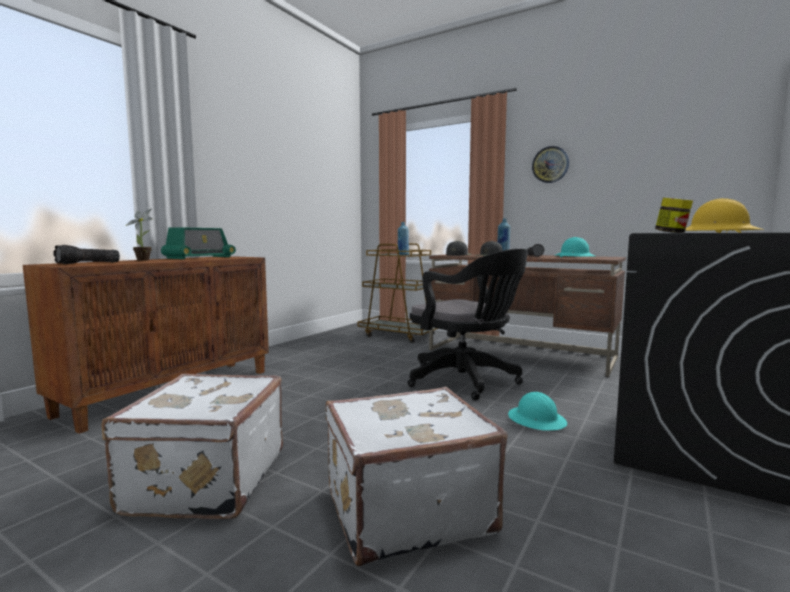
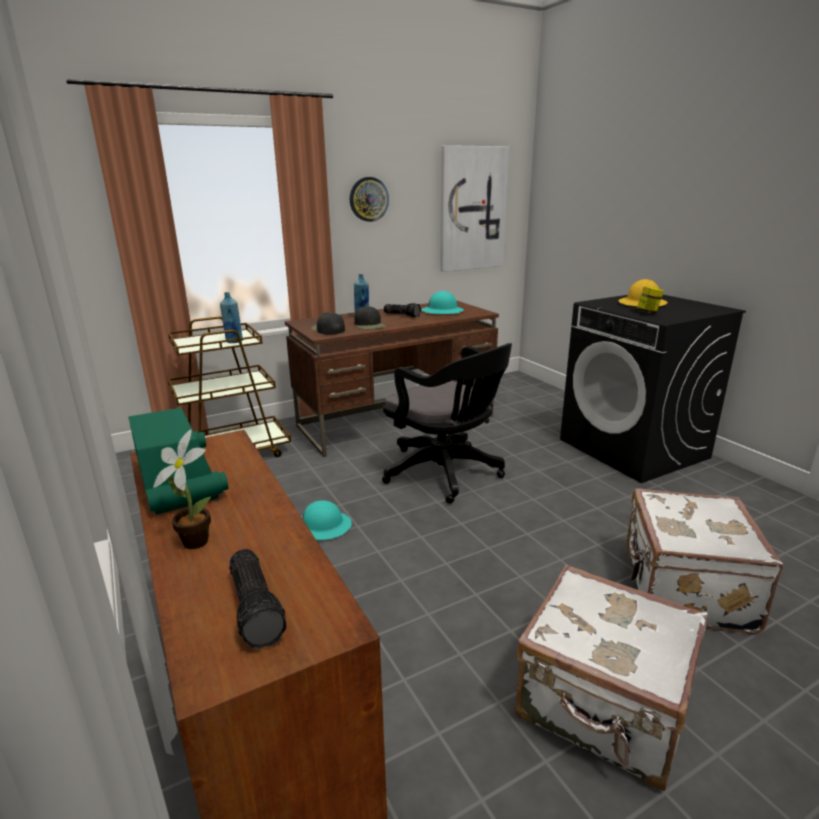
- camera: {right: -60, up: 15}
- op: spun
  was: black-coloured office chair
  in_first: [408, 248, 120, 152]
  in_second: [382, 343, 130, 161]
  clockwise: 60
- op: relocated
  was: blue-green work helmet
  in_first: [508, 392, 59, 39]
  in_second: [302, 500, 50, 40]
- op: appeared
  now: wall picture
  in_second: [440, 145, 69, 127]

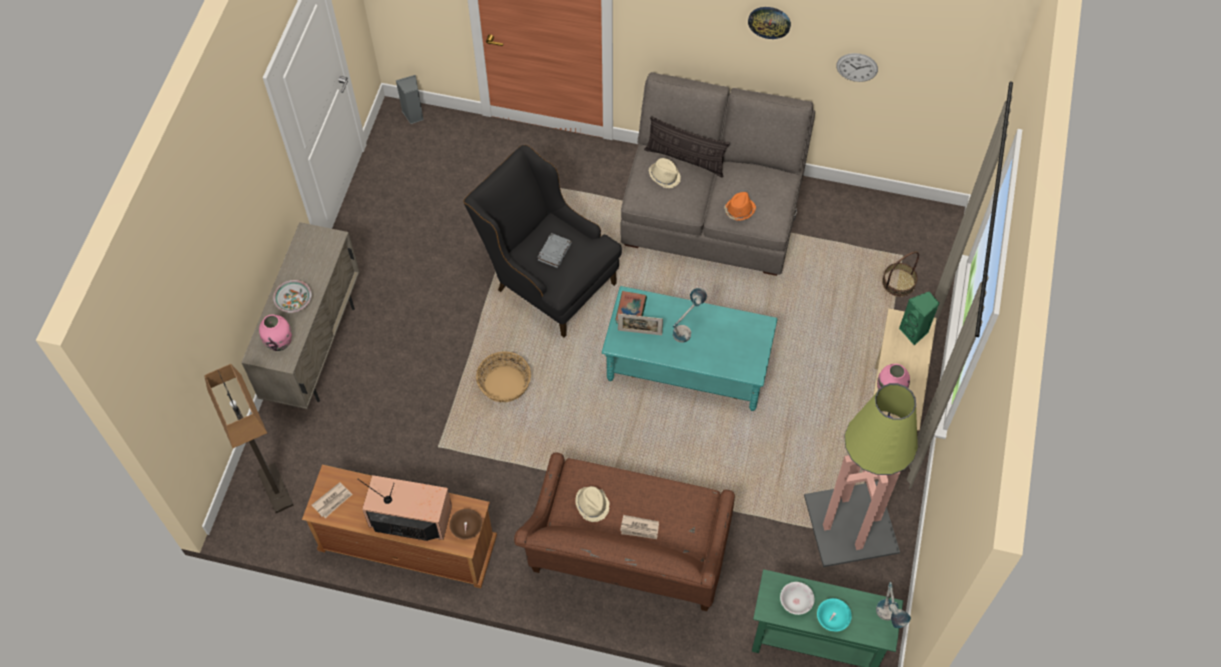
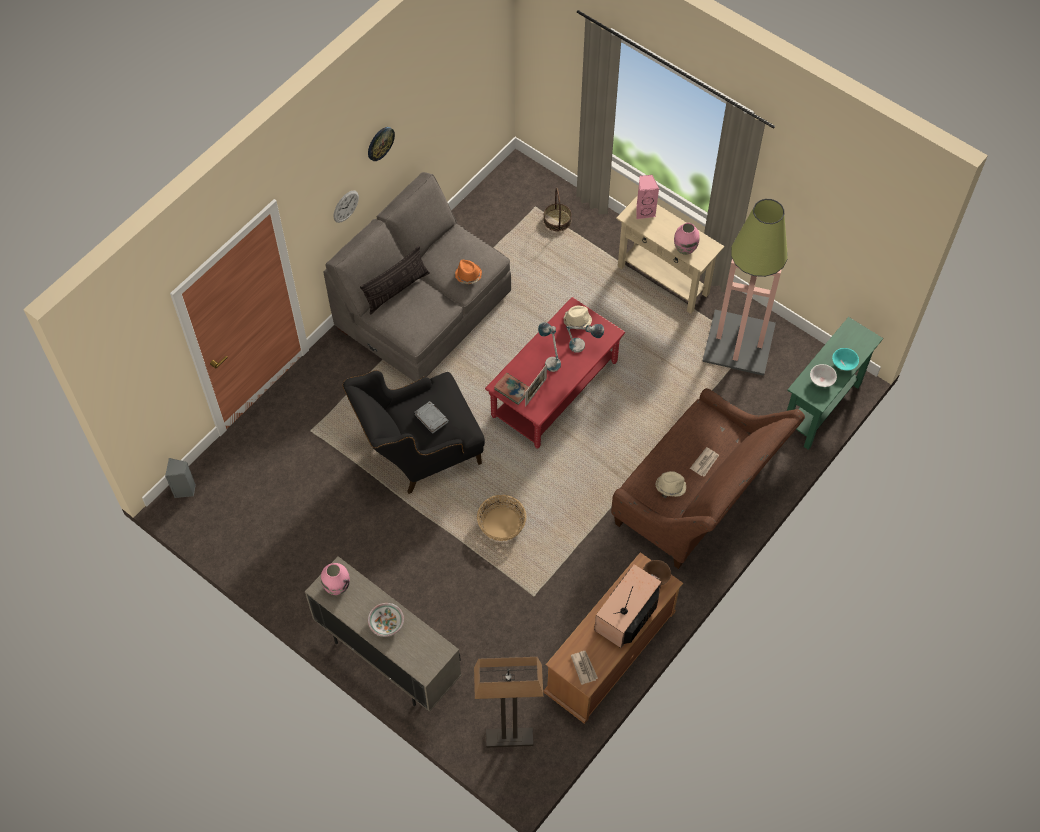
- camera: {right: -65, up: 0}
- op: relocated
  was: pinkish flower vase
  in_first: [259, 314, 33, 37]
  in_second: [321, 563, 29, 32]
- op: colour
  was: blue-green low table
  now: red low table
  in_first: [602, 286, 176, 125]
  in_second: [485, 297, 140, 151]
- op: relocated
  was: beige hat
  in_first: [649, 158, 32, 30]
  in_second: [563, 306, 29, 21]
- op: relocated
  was: clock on the wall
  in_first: [836, 53, 42, 29]
  in_second: [334, 190, 25, 33]
- op: relocated
  was: lamp for a table
  in_first: [876, 582, 35, 46]
  in_second: [566, 324, 38, 29]
- op: colour
  was: green speaker
  now: pinkish speaker
  in_first: [899, 292, 40, 54]
  in_second: [637, 175, 22, 44]

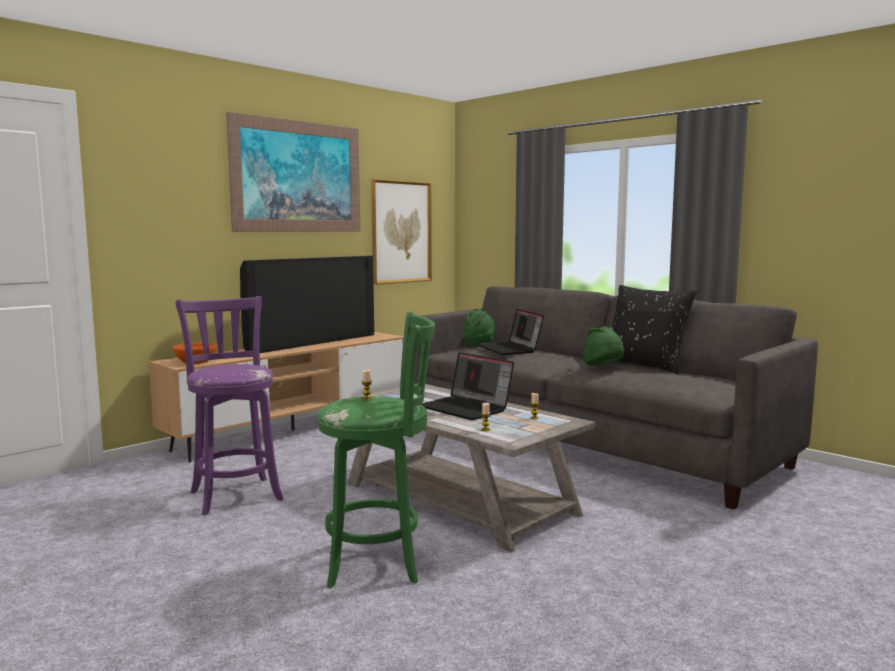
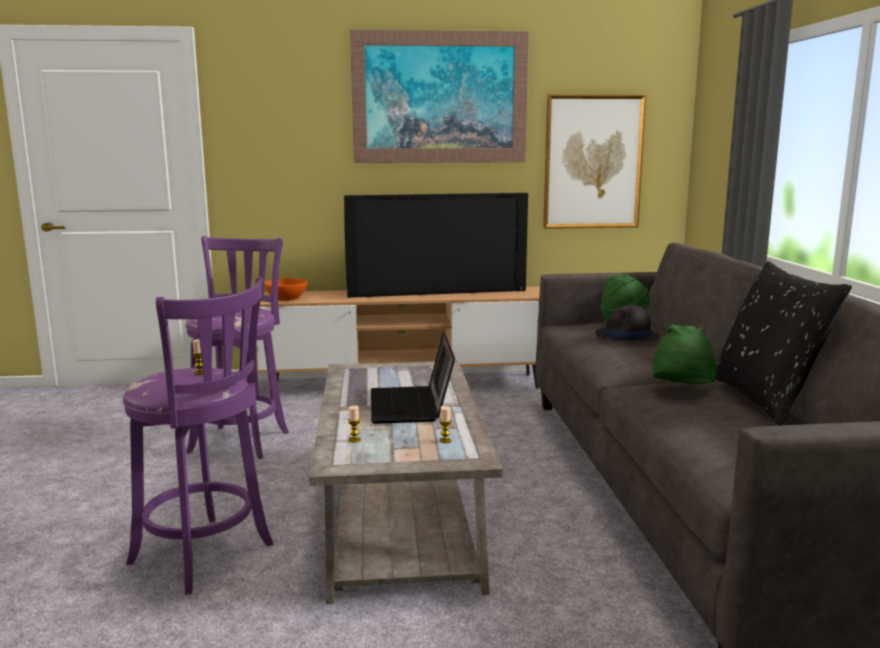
- camera: {right: 40, up: 5}
- op: colour
  was: green sitting stool
  now: purplish sitting stool
  in_first: [317, 312, 118, 276]
  in_second: [123, 277, 150, 318]
- op: exchanged
  was: laptop
  now: black-coloured hat
  in_first: [478, 309, 66, 46]
  in_second: [595, 305, 65, 37]

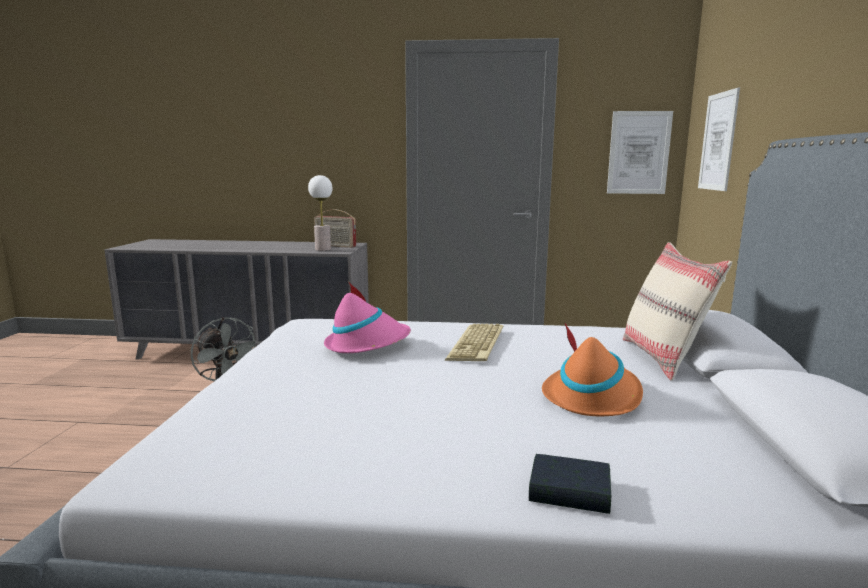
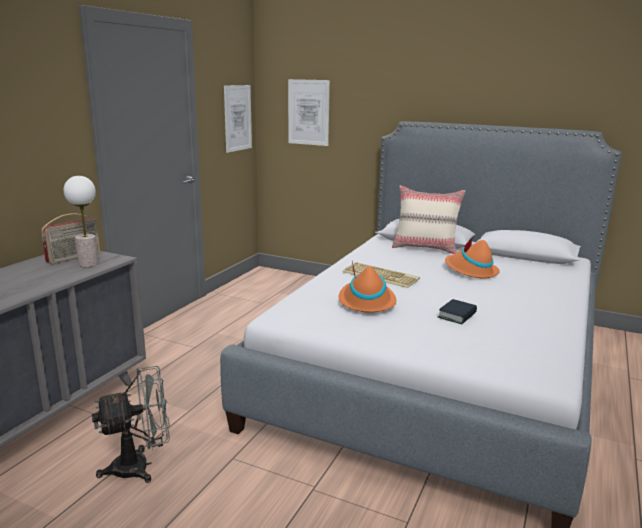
- camera: {right: -70, up: 5}
- op: colour
  was: pinkish hat
  now: orange hat
  in_first: [324, 283, 87, 70]
  in_second: [339, 261, 57, 52]
- op: relocated
  was: volume
  in_first: [529, 454, 82, 60]
  in_second: [438, 299, 39, 25]

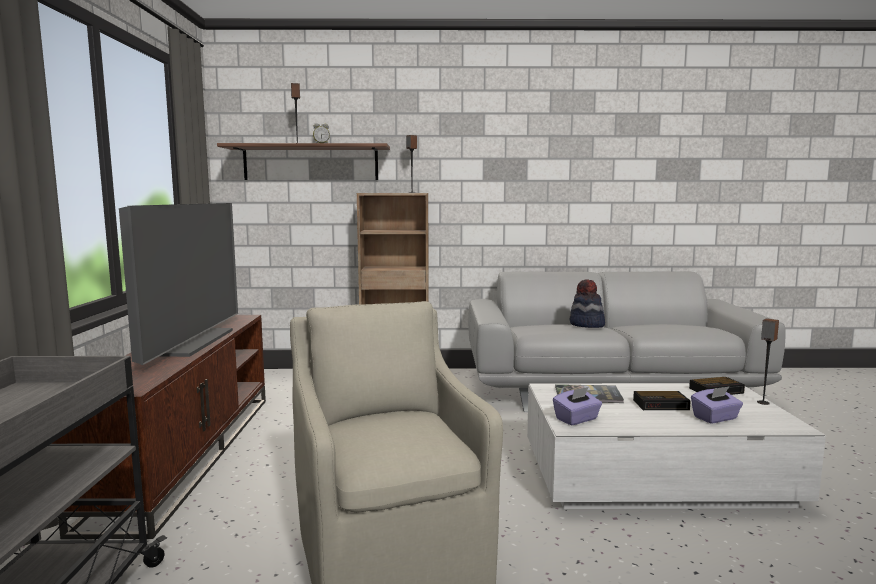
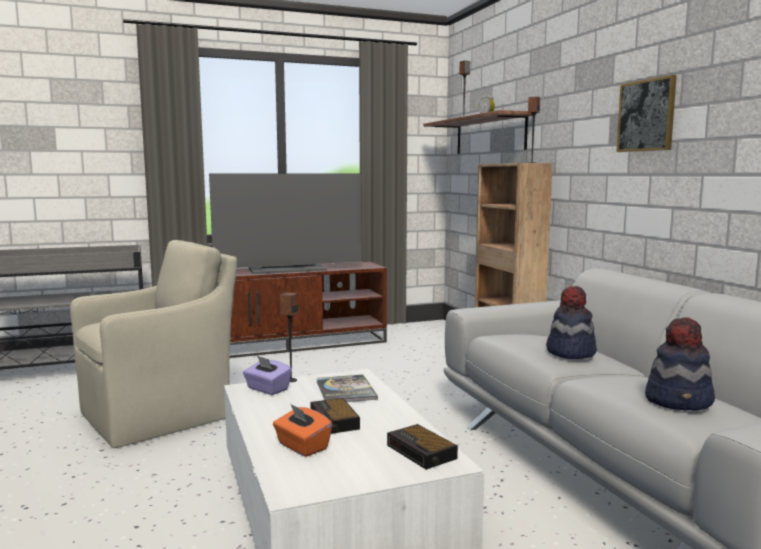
- camera: {right: 70, up: 0}
- op: colour
  was: purplish tissue box
  now: orange tissue box
  in_first: [691, 386, 52, 38]
  in_second: [273, 403, 59, 54]
- op: relocated
  was: speaker
  in_first: [757, 318, 22, 87]
  in_second: [280, 292, 18, 90]
- op: appeared
  now: wall picture
  in_second: [616, 75, 61, 77]
- op: appeared
  now: hat
  in_second: [645, 317, 70, 93]

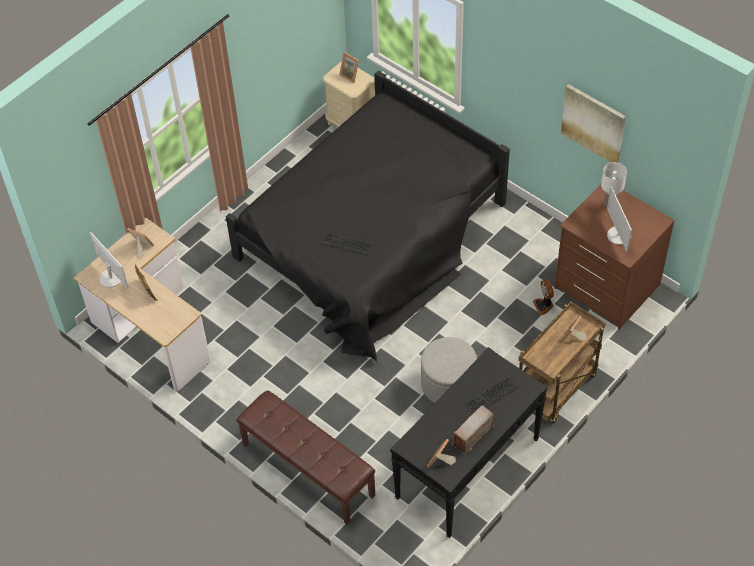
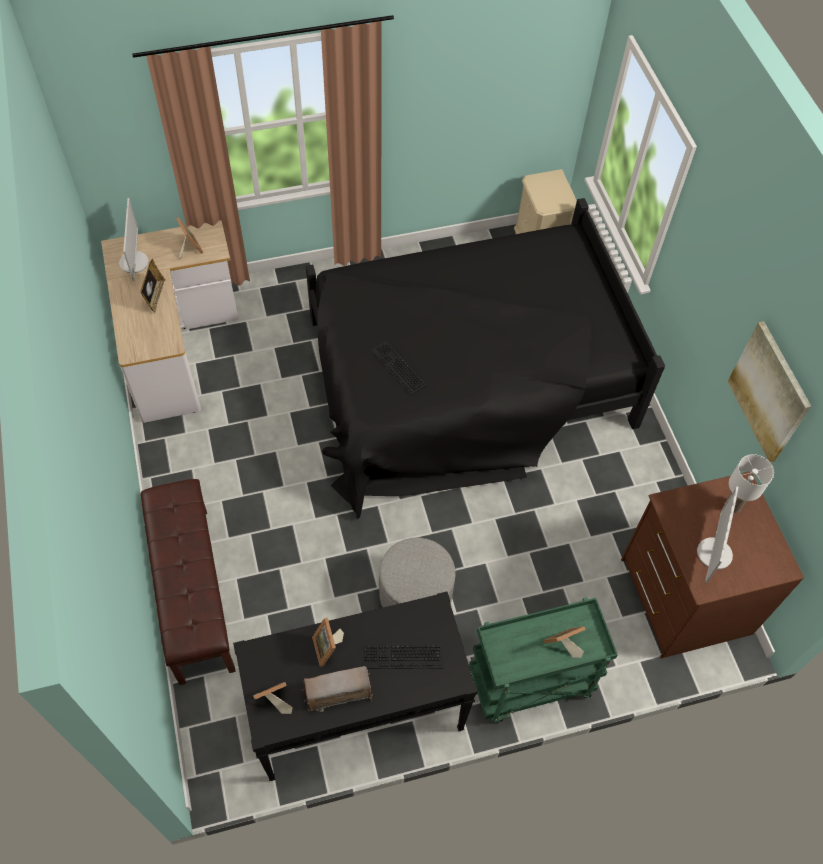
- camera: {right: 30, up: 5}
- op: relocated
  was: picture frame
  in_first: [339, 52, 20, 31]
  in_second: [312, 618, 32, 49]
- op: colour
  was: brown-coloured trolley
  now: green trolley
  in_first: [518, 302, 88, 121]
  in_second: [469, 597, 149, 126]
- op: missing
  was: cooling fan
  in_first: [533, 280, 21, 35]

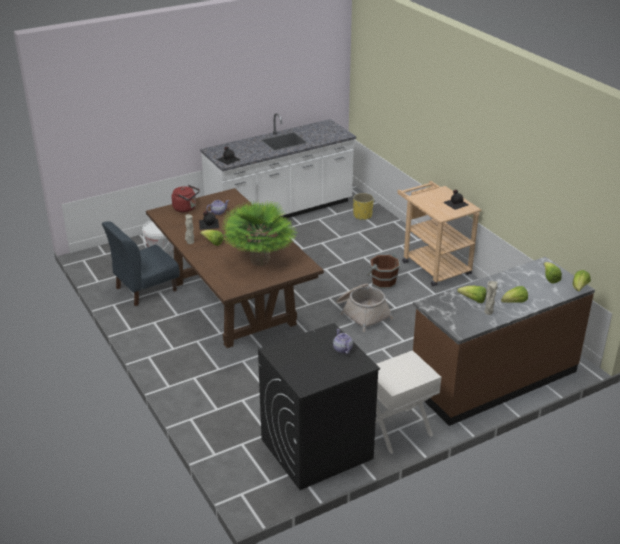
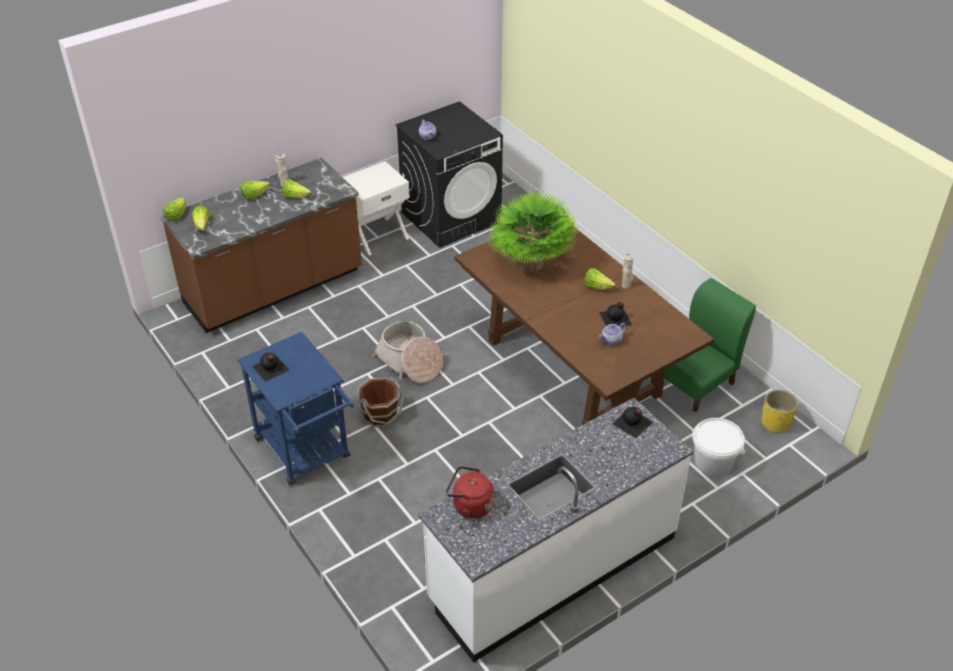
- camera: {right: 175, up: 10}
- op: colour
  was: blue-coloured chair
  now: green chair
  in_first: [102, 221, 78, 85]
  in_second: [664, 278, 92, 134]
- op: relocated
  was: red kettle
  in_first: [172, 185, 28, 27]
  in_second: [446, 466, 48, 52]
- op: relocated
  was: yellowish planter
  in_first: [353, 193, 21, 27]
  in_second: [761, 389, 37, 44]
- op: colour
  was: beige trolley
  now: blue-coloured trolley
  in_first: [397, 181, 85, 105]
  in_second: [237, 332, 117, 153]

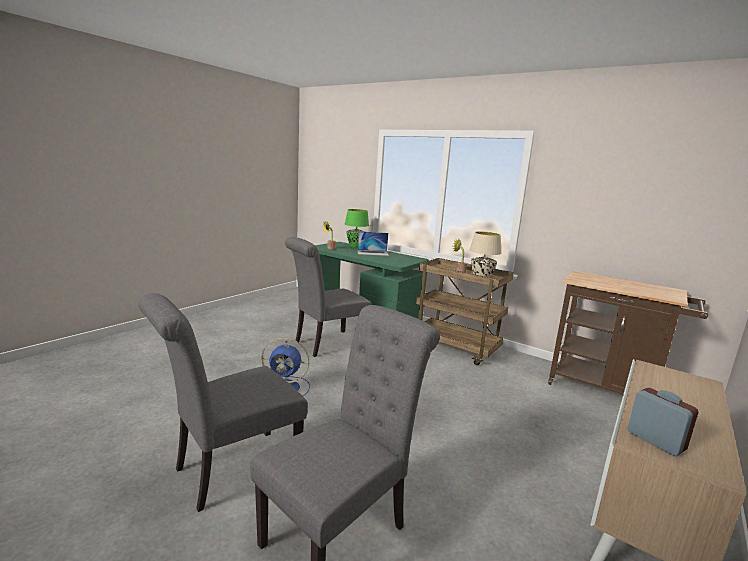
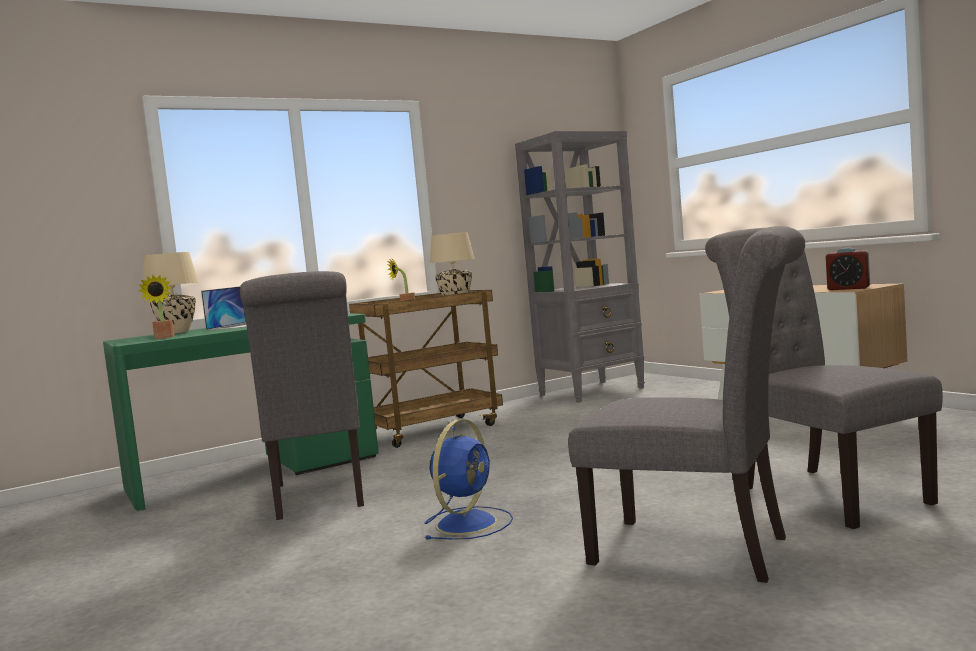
- camera: {right: -65, up: -10}
- op: spun
  was: gray chair
  in_first: [138, 293, 170, 219]
  in_second: [568, 226, 237, 357]
  clockwise: -45
- op: colour
  was: green lamp for a table
  now: beige lamp for a table
  in_first: [345, 209, 24, 39]
  in_second: [143, 252, 55, 82]
- op: exchanged
  was: brown-coloured trolley
  now: gray shelving unit
  in_first: [548, 271, 160, 124]
  in_second: [515, 131, 130, 272]
- op: spun
  was: bedside clock
  in_first: [628, 388, 71, 68]
  in_second: [826, 248, 44, 42]
  clockwise: -135

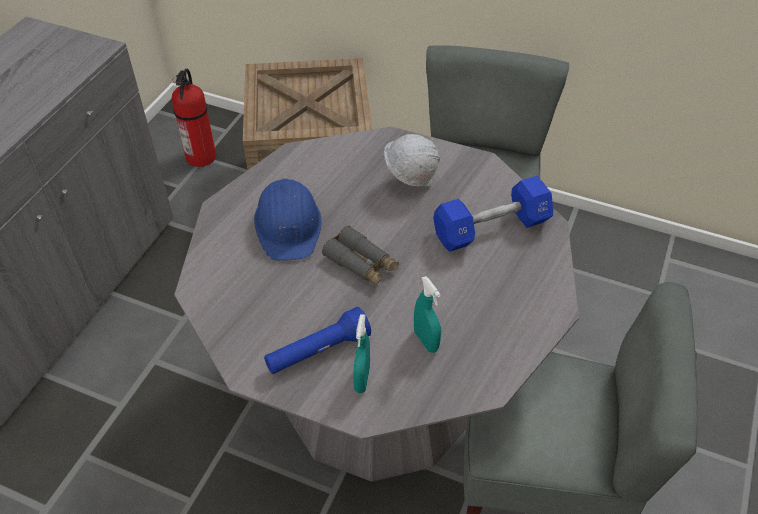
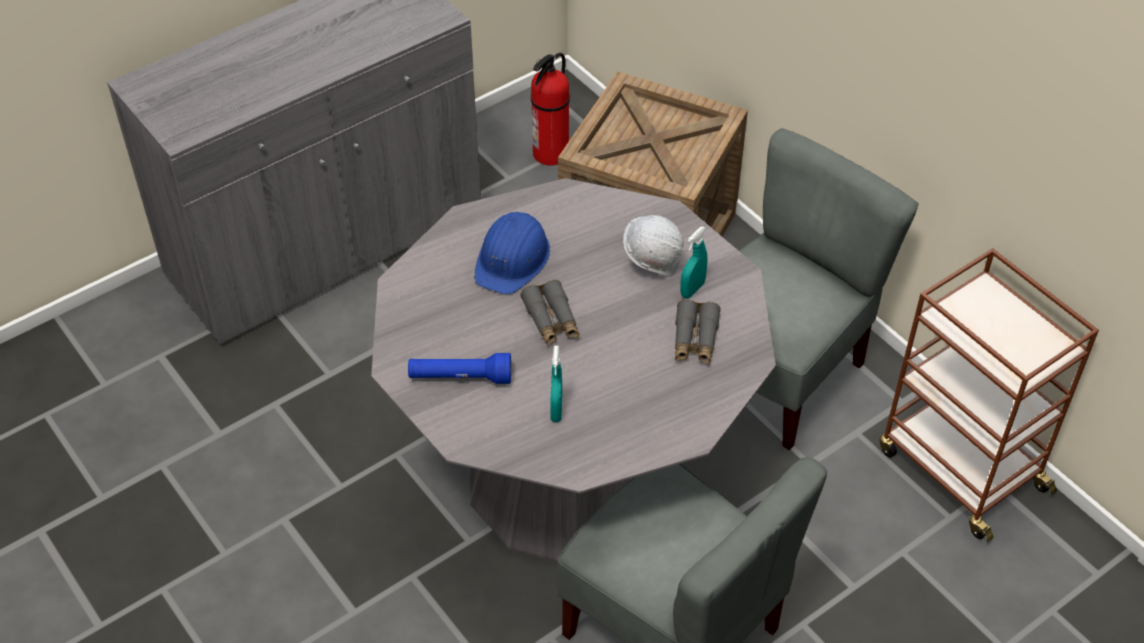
- camera: {right: 30, up: 0}
- op: relocated
  was: blue-green sprayer
  in_first: [353, 314, 17, 79]
  in_second: [680, 226, 28, 73]
- op: exchanged
  was: blue-coloured dumbbell
  now: gray pair of binoculars
  in_first: [433, 176, 120, 76]
  in_second: [675, 299, 46, 66]
- op: appeared
  now: brown-coloured trolley
  in_second: [879, 248, 220, 294]

